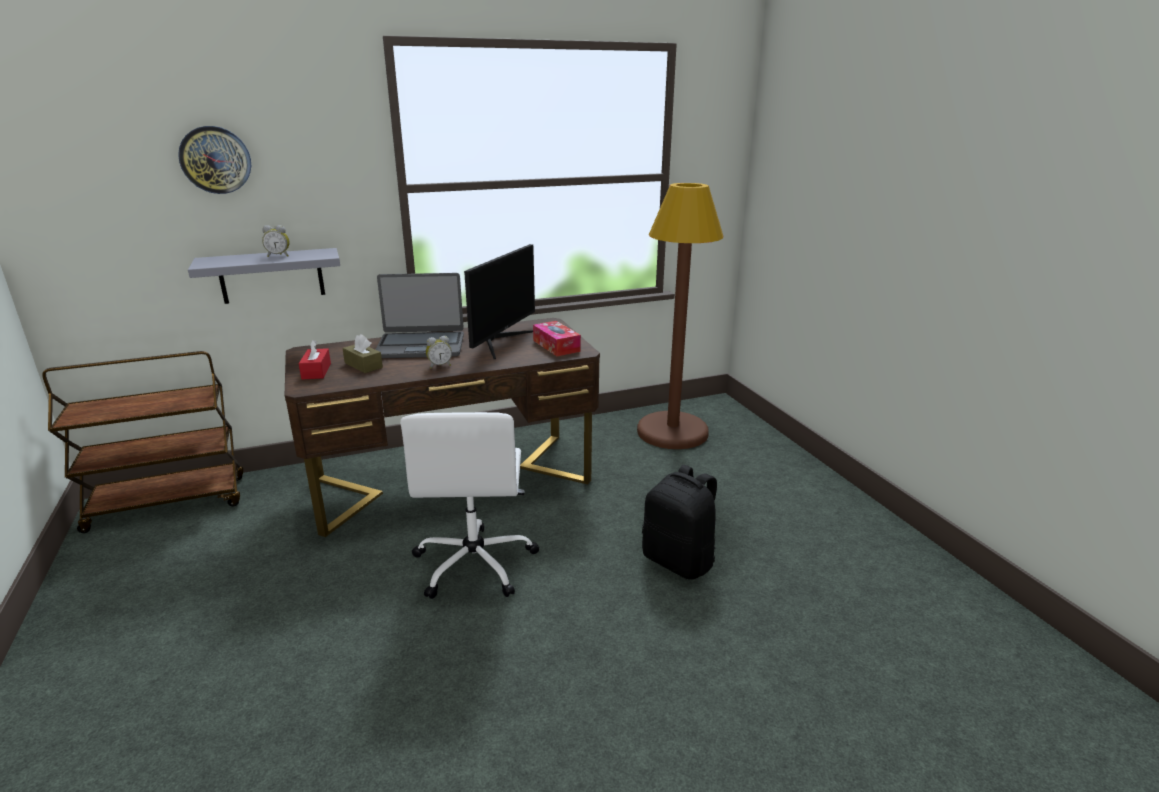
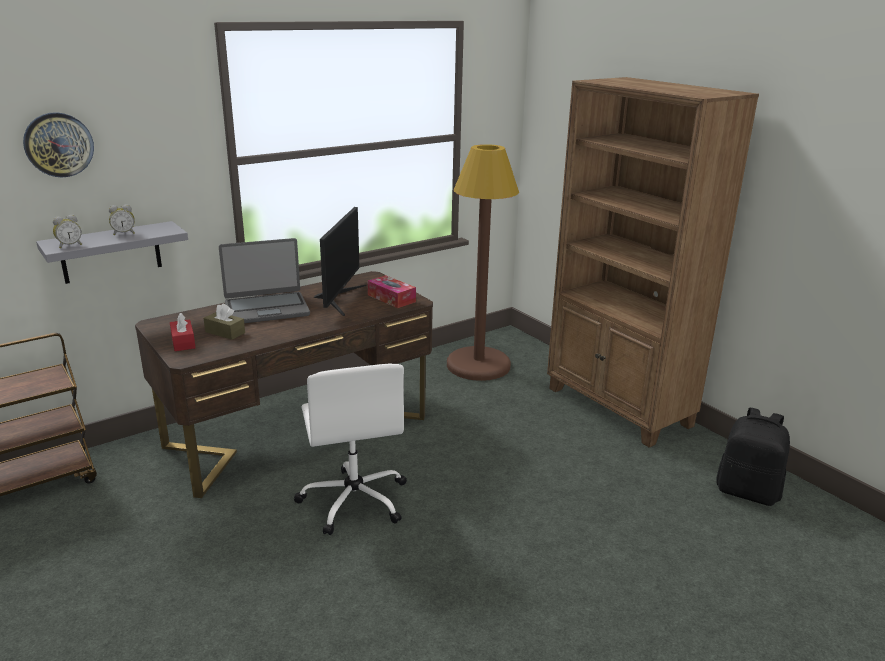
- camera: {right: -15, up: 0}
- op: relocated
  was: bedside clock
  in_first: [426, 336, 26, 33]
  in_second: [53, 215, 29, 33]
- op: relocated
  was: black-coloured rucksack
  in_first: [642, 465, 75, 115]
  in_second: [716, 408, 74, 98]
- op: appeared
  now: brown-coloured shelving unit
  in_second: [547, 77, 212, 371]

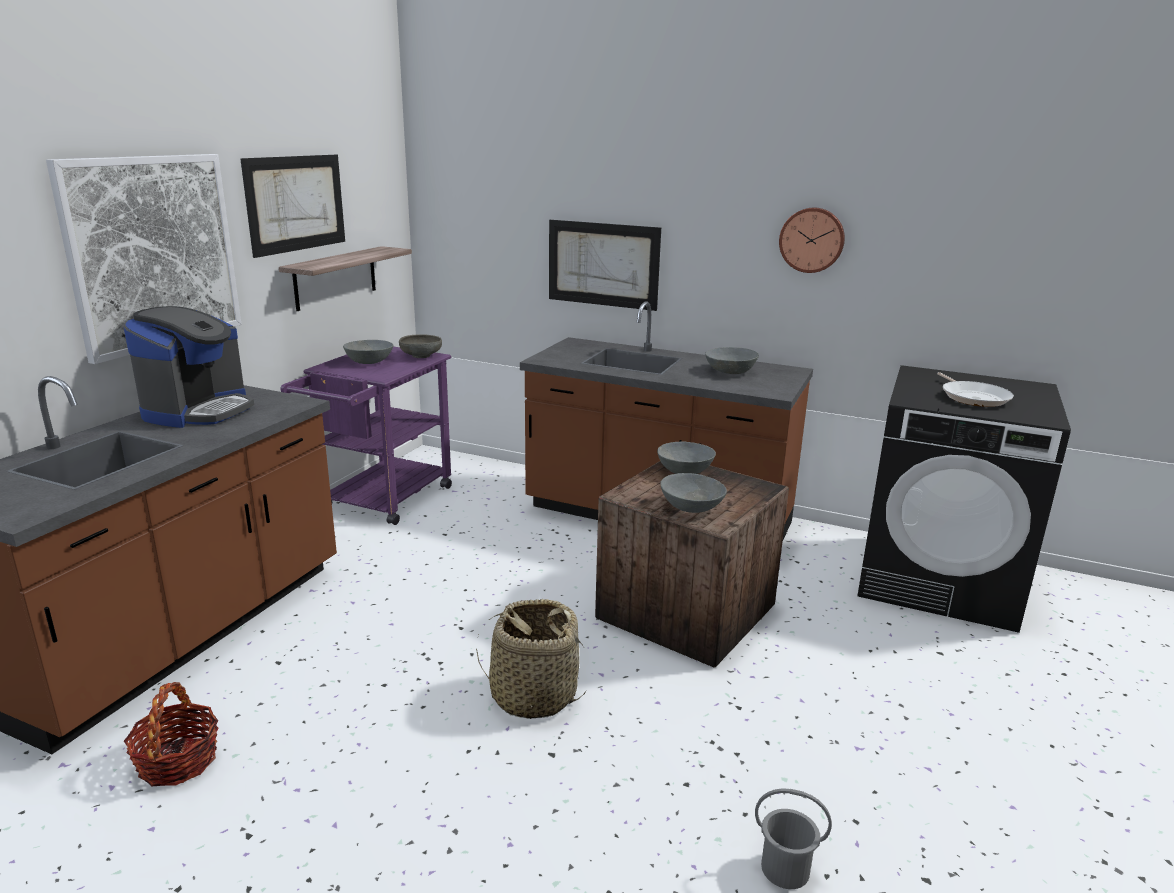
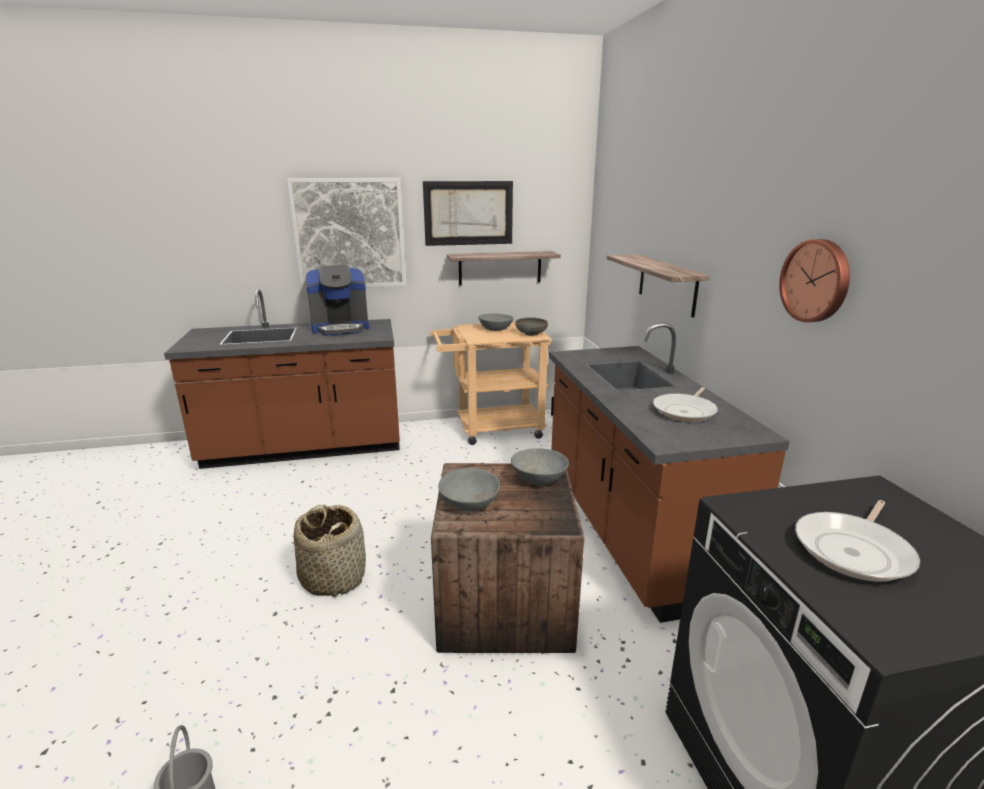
- camera: {right: 55, up: 0}
- op: missing
  was: household basket
  in_first: [124, 682, 95, 104]
- op: colour
  was: purplish trolley
  now: beige trolley
  in_first: [281, 346, 171, 179]
  in_second: [430, 322, 121, 123]
- op: exchanged
  was: wall picture
  now: shelf
  in_first: [549, 220, 112, 91]
  in_second: [607, 254, 103, 64]
- op: exchanged
  was: gray bowl
  now: frying pan
  in_first: [705, 347, 54, 27]
  in_second: [653, 387, 65, 35]

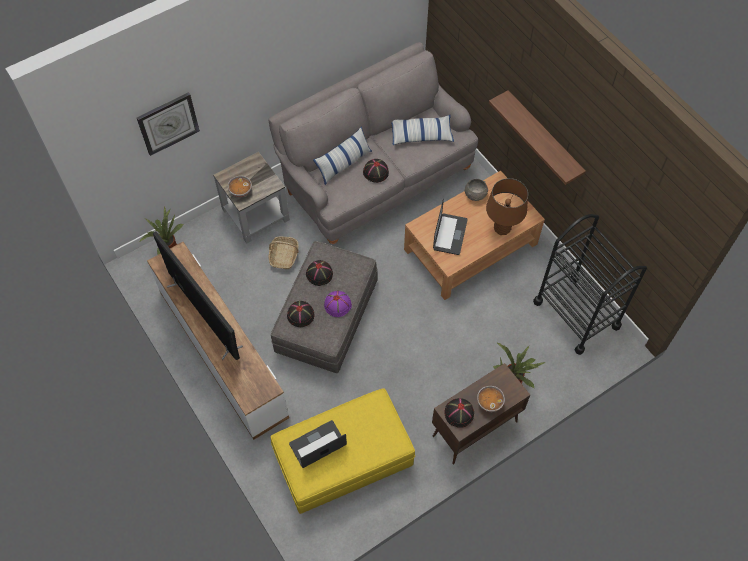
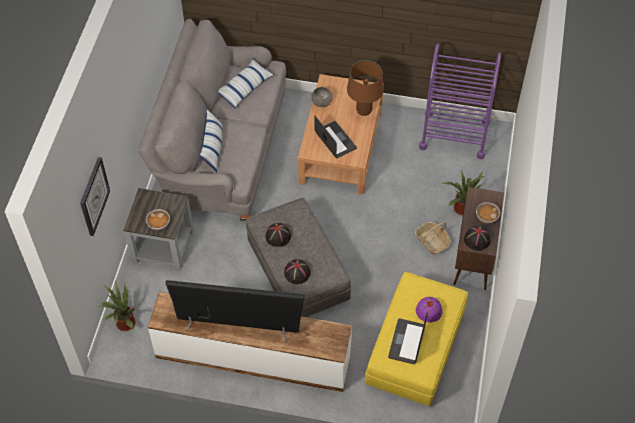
- camera: {right: -45, up: -5}
- op: relocated
  was: household basket
  in_first: [268, 236, 30, 33]
  in_second: [415, 222, 36, 33]
- op: relocated
  was: purplish hat
  in_first: [324, 291, 28, 26]
  in_second: [416, 297, 26, 26]
- op: missing
  was: black-coloured hat
  in_first: [363, 159, 26, 24]
- op: missing
  was: shelf
  in_first: [489, 90, 97, 95]
- op: colour
  was: black-coloured trolley
  now: purplish trolley
  in_first: [533, 214, 114, 141]
  in_second: [419, 44, 82, 115]

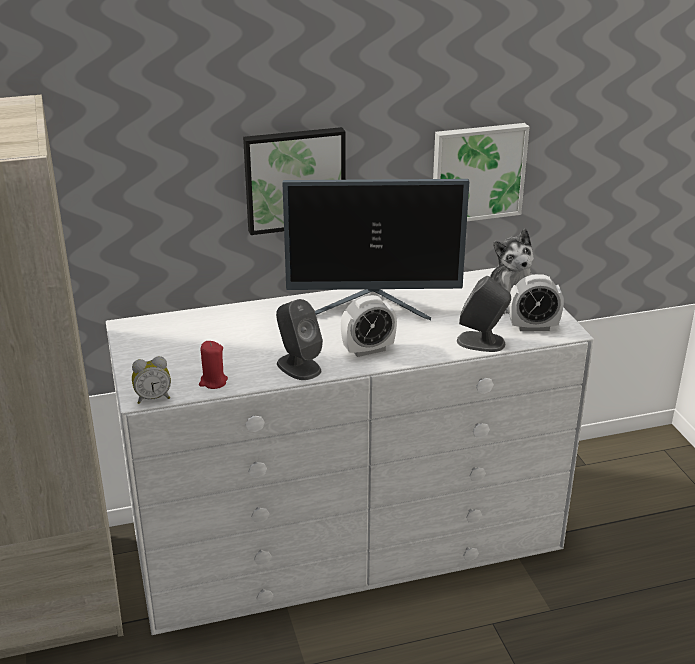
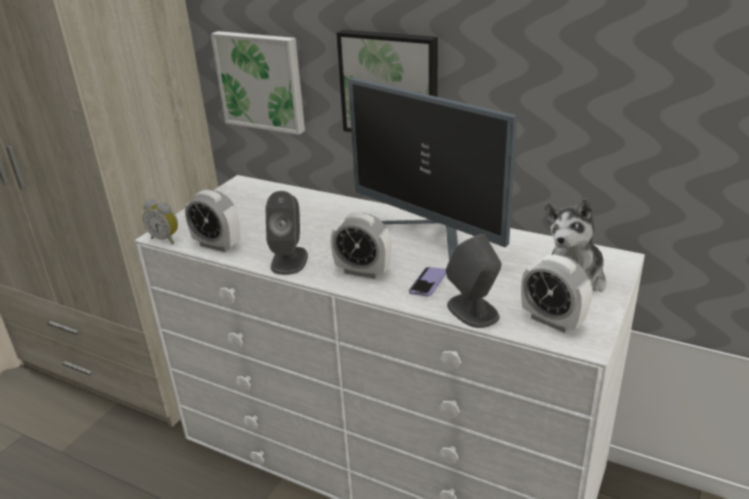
- camera: {right: 45, up: 0}
- op: exchanged
  was: red candle
  now: bedside clock
  in_first: [199, 341, 29, 48]
  in_second: [185, 190, 55, 62]
- op: relocated
  was: wall picture
  in_first: [433, 123, 97, 98]
  in_second: [211, 31, 94, 104]
- op: appeared
  now: handset
  in_second: [409, 267, 37, 29]

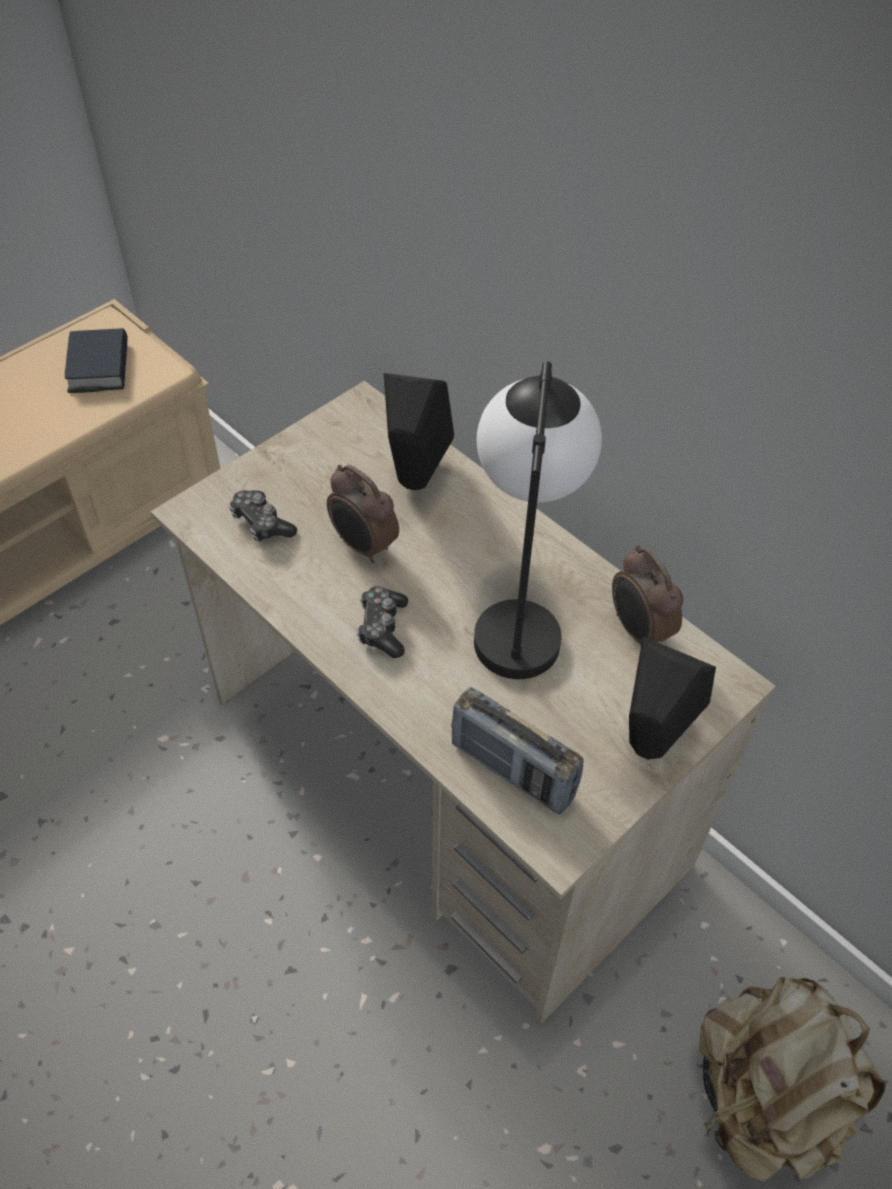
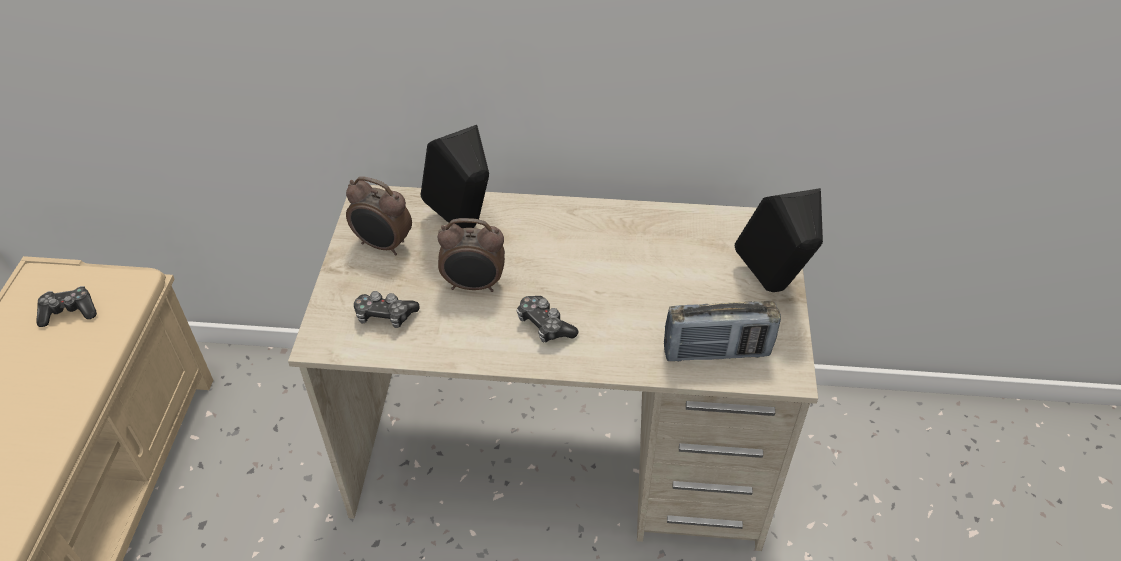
- camera: {right: -40, up: -5}
- op: exchanged
  was: volume
  now: gamepad
  in_first: [65, 328, 63, 65]
  in_second: [36, 286, 61, 41]
- op: missing
  was: lamp for a table
  in_first: [474, 361, 128, 318]
- op: relocated
  was: bedside clock
  in_first: [612, 545, 71, 99]
  in_second: [346, 176, 66, 79]
- op: missing
  was: beige rucksack
  in_first: [699, 977, 187, 205]

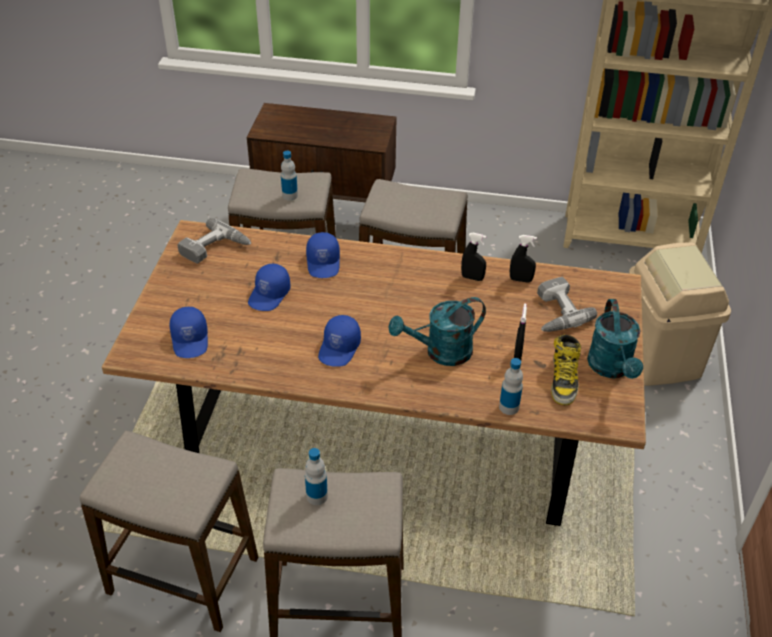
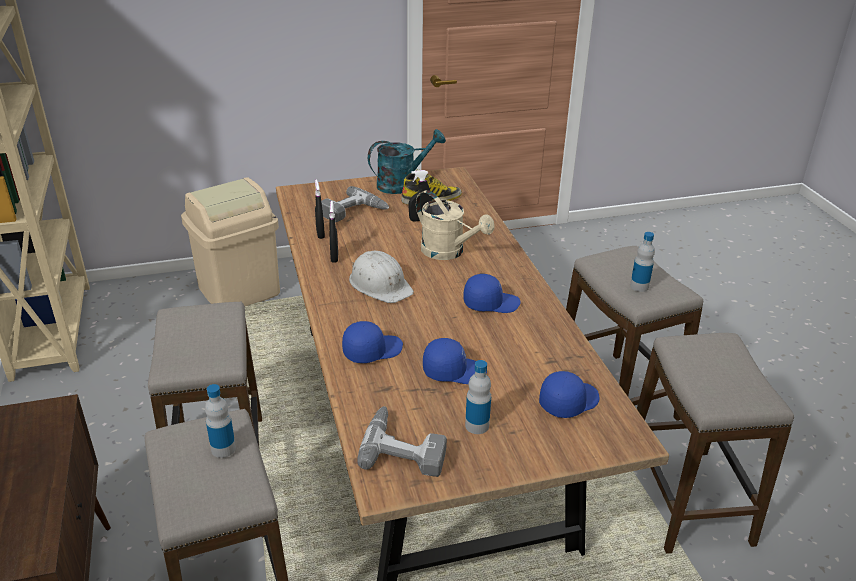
- camera: {right: -115, up: -10}
- op: colour
  was: blue-green sprinkling can
  now: beige sprinkling can
  in_first: [388, 297, 98, 69]
  in_second: [416, 190, 78, 70]
- op: relocated
  was: bottle
  in_first: [499, 358, 24, 57]
  in_second: [465, 360, 26, 74]
- op: appeared
  now: white-coloured work helmet
  in_second: [349, 251, 65, 52]

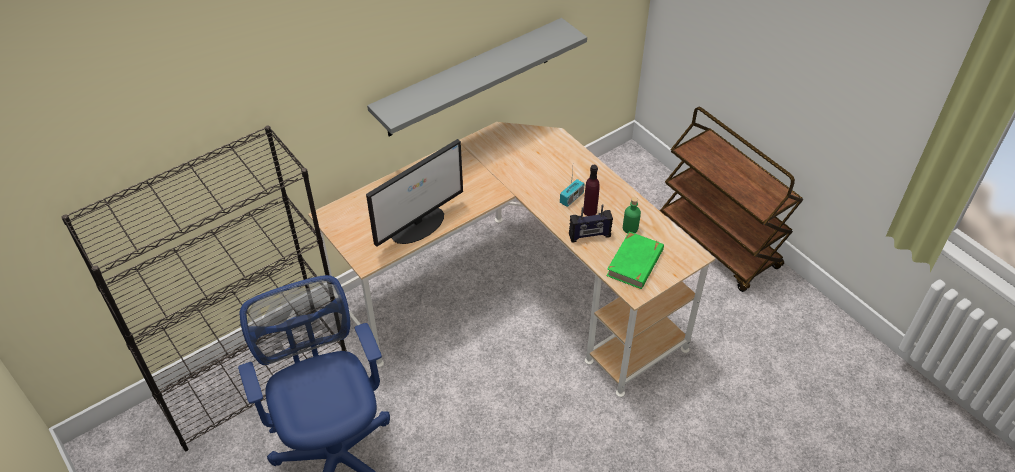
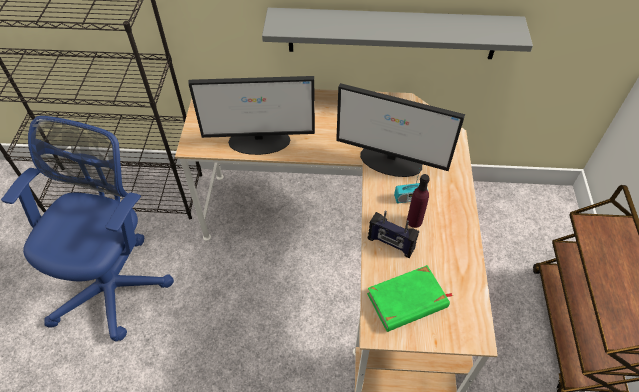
- camera: {right: 40, up: 5}
- op: missing
  was: green bottle
  in_first: [623, 197, 18, 37]
- op: appeared
  now: computer screen
  in_second: [336, 83, 129, 94]

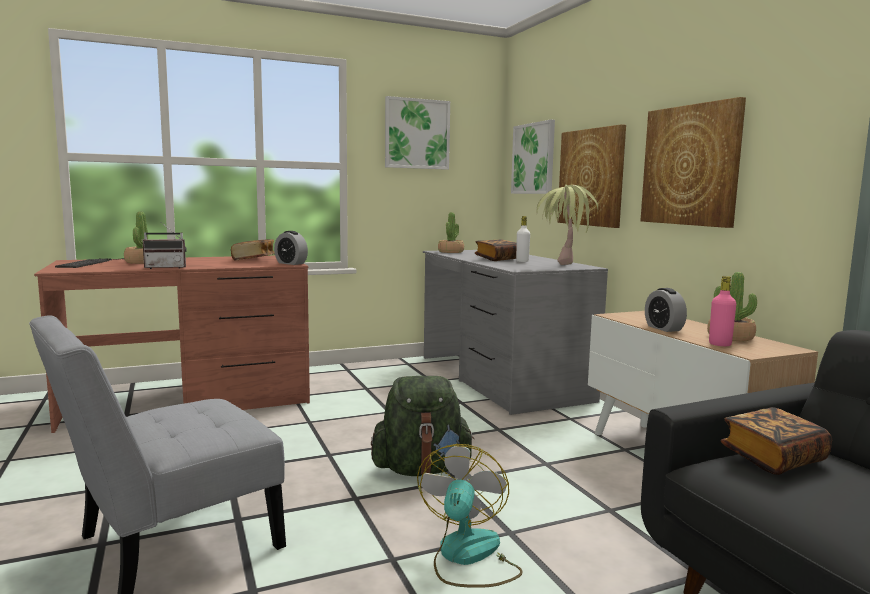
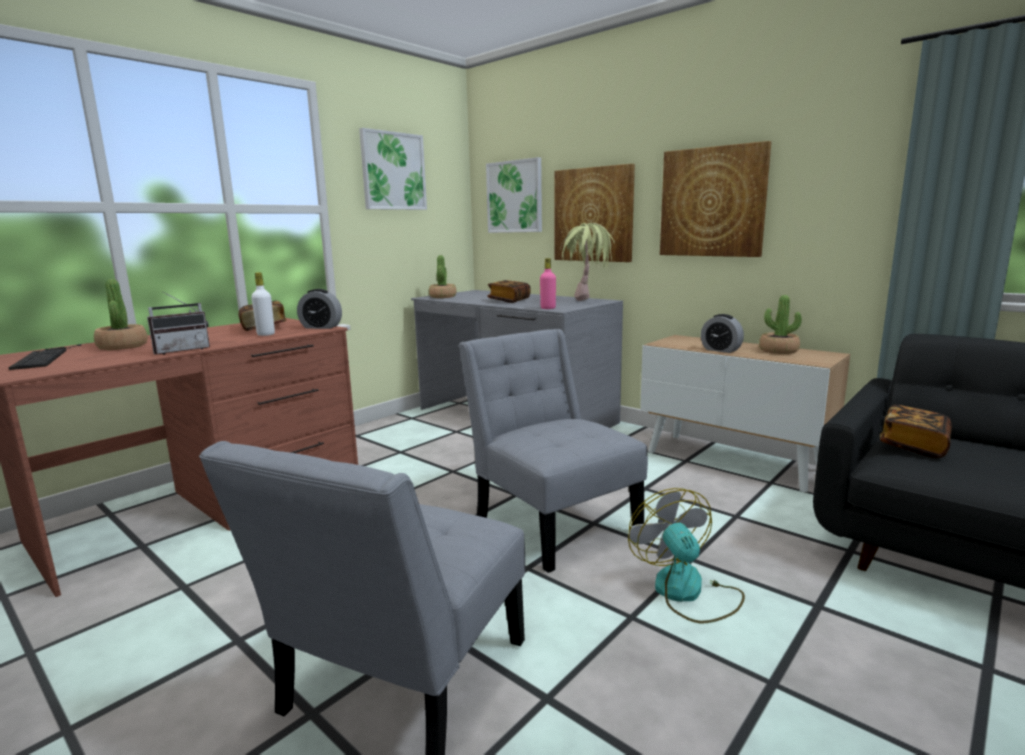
- camera: {right: -25, up: 5}
- op: exchanged
  was: green rucksack
  now: gray chair
  in_first: [371, 376, 103, 100]
  in_second: [459, 329, 189, 244]
- op: relocated
  was: white-coloured bottle
  in_first: [516, 216, 14, 46]
  in_second: [251, 272, 24, 64]
- op: relocated
  was: pinkish bottle
  in_first: [709, 276, 27, 70]
  in_second: [540, 258, 16, 51]

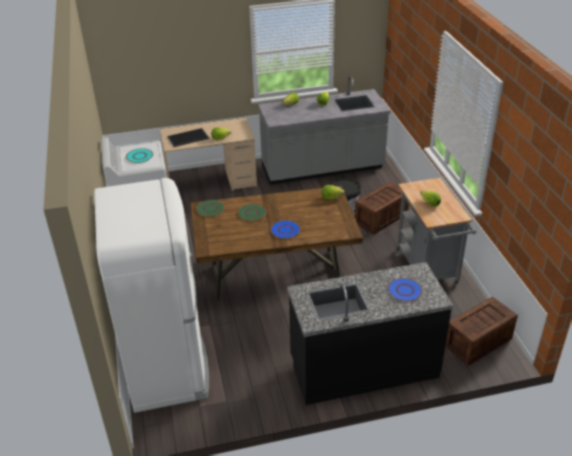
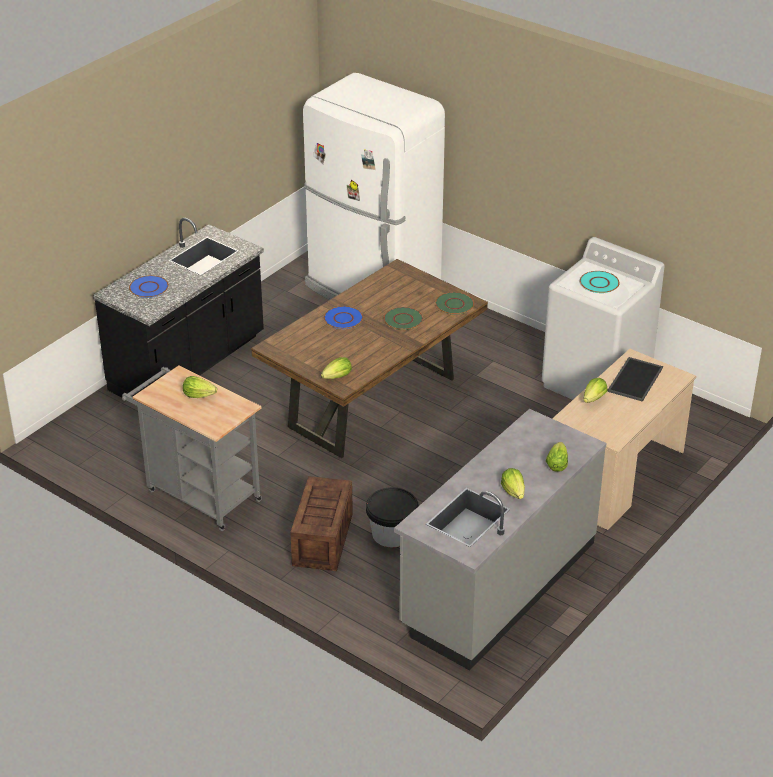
- camera: {right: 140, up: 0}
- op: missing
  was: crate
  in_first: [445, 296, 73, 70]

